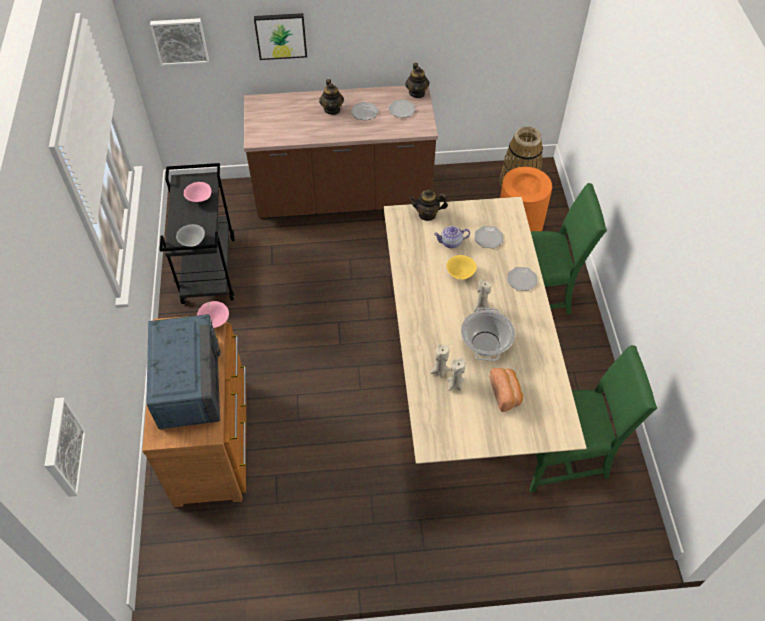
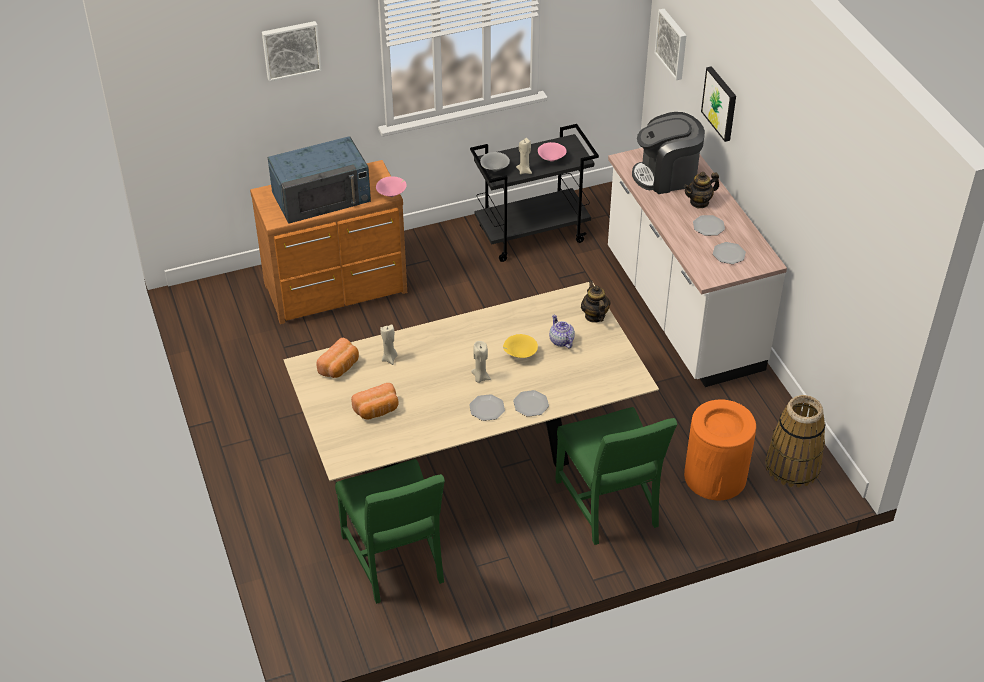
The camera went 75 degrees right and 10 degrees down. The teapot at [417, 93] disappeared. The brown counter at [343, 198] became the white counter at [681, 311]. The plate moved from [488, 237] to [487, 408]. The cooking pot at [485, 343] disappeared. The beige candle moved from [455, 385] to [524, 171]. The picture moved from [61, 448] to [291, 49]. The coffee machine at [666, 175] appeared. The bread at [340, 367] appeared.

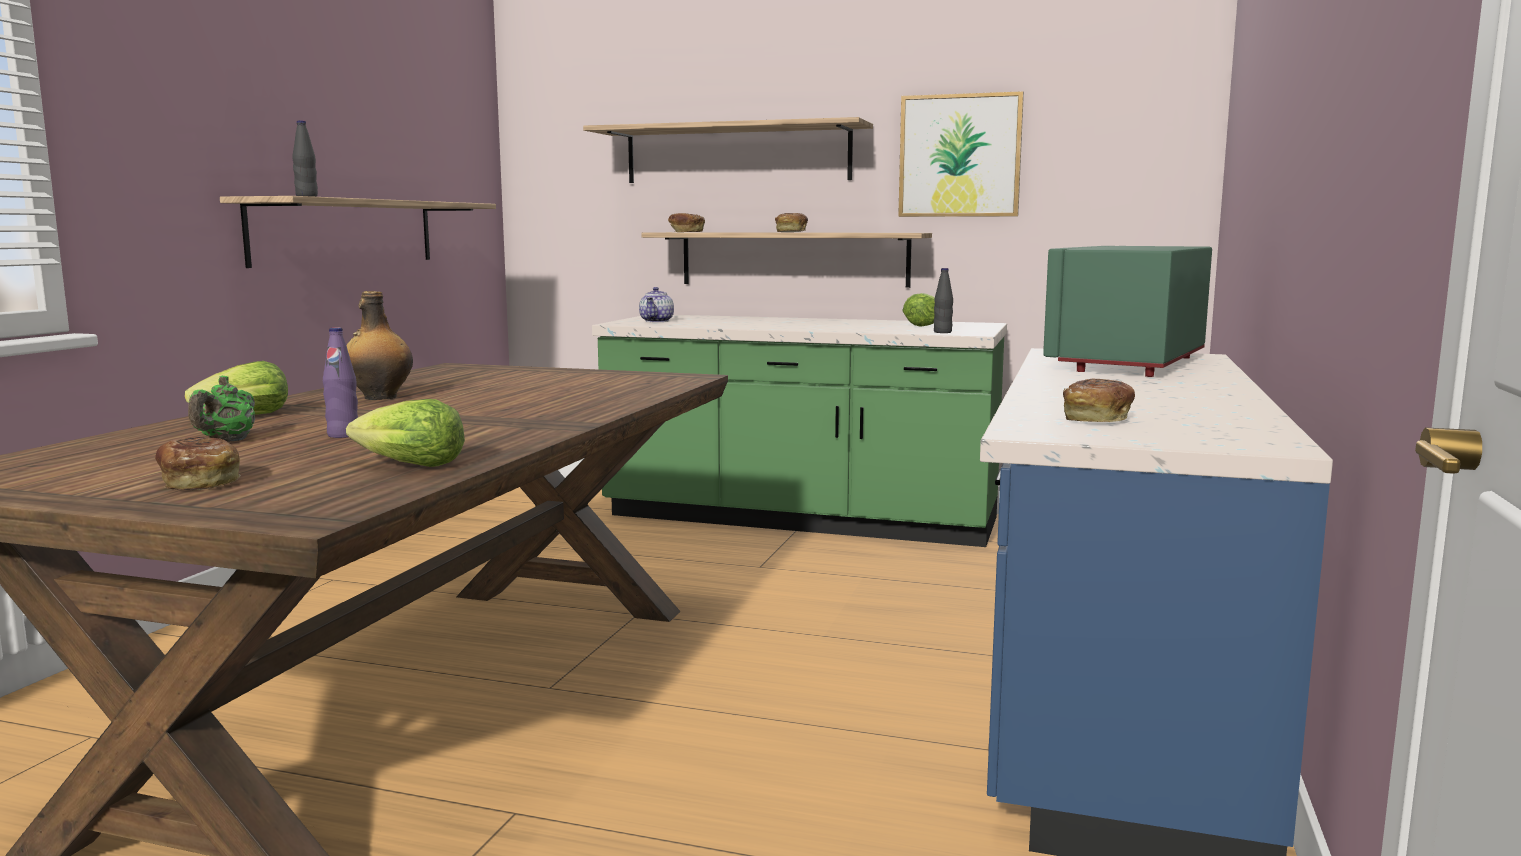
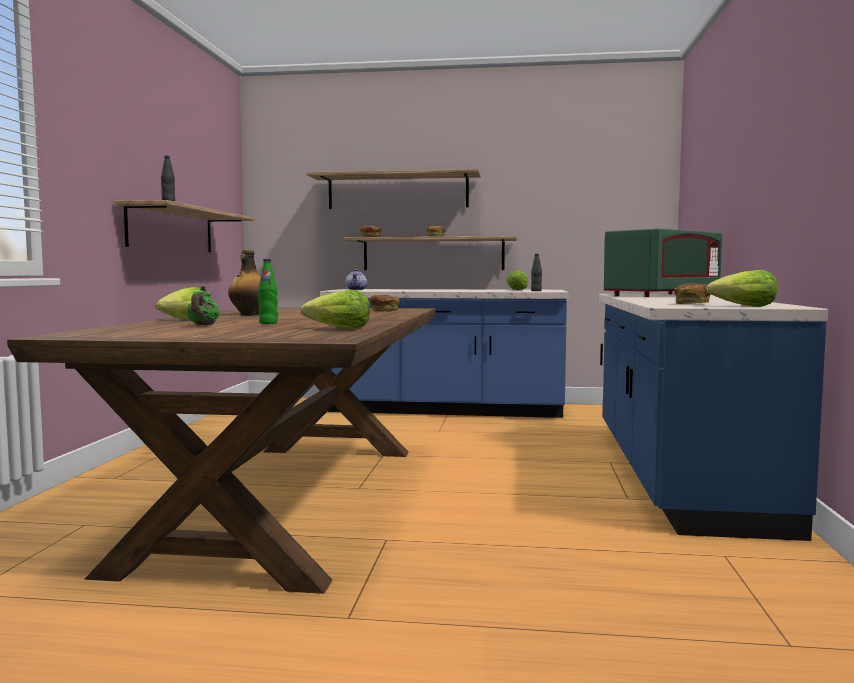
The camera went 10 degrees left and 5 degrees down. The picture at [960, 156] disappeared. The green microwave at [1126, 363] turned 150 degrees counterclockwise. The green counter at [800, 519] became the blue counter at [445, 409]. The purple bottle at [343, 435] became the green bottle at [268, 323]. The bread moved from [200, 483] to [383, 311]. The lettuce at [744, 306] appeared.

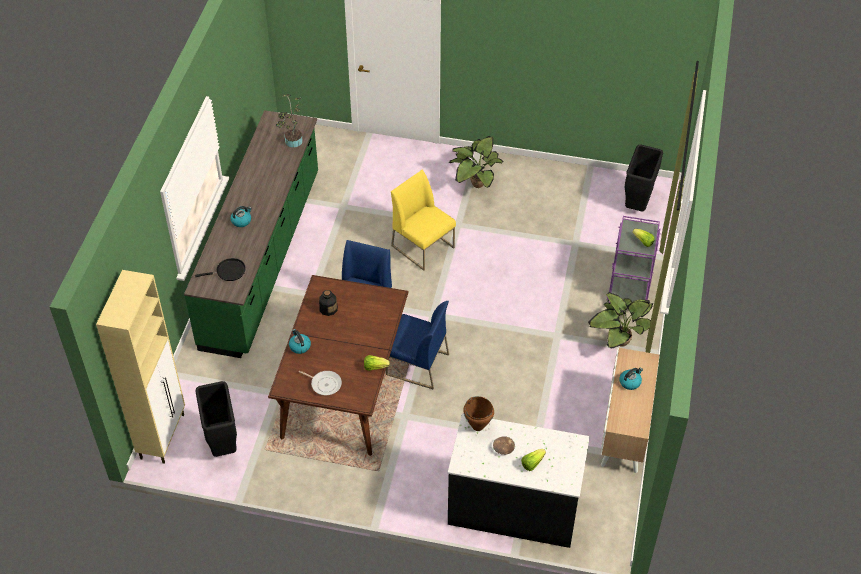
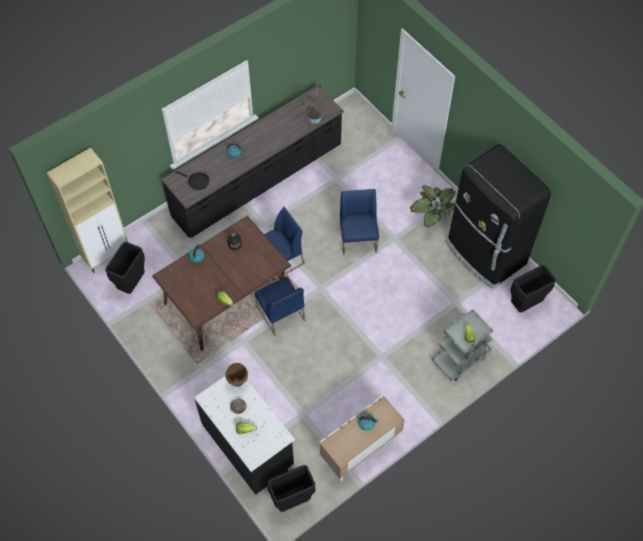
The camera went 40 degrees right and 10 degrees up. The green counter at [262, 259] became the black counter at [258, 182]. The yellow chair at [423, 246] became the blue chair at [358, 239]. The purple cart at [629, 287] became the grey cart at [460, 358]. The potted plant at [619, 340] disappeared. The frying pan at [324, 384] disappeared. The black fridge at [484, 254] appeared. The black trash can at [292, 501] appeared.

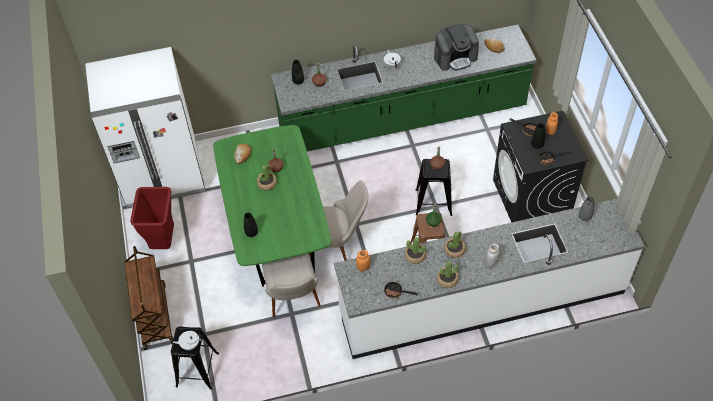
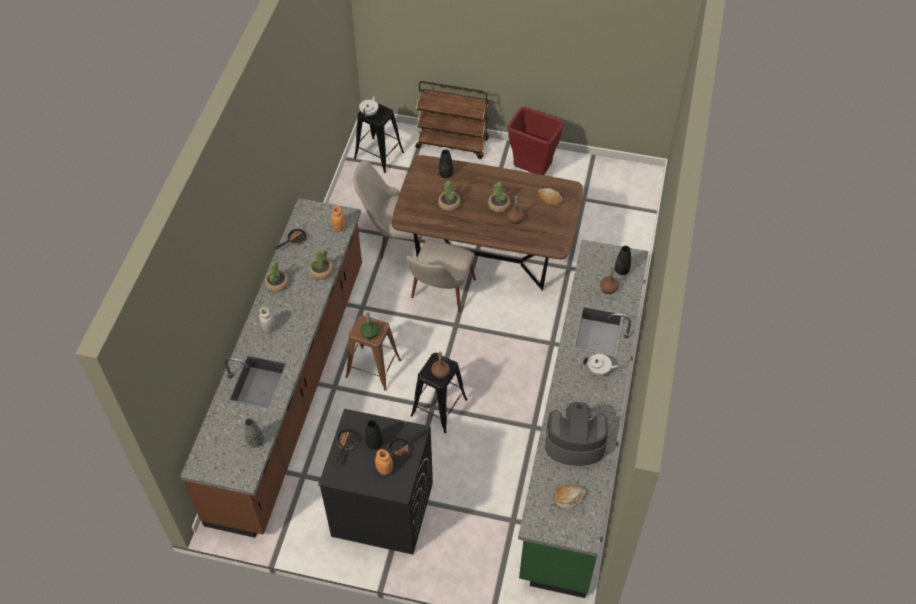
The camera went 115 degrees right and 0 degrees up. The coffee machine at [455, 57] turned 90 degrees clockwise. The white fridge at [162, 175] disappeared. The green dining table at [277, 233] became the brown dining table at [486, 257]. The white counter at [481, 302] became the brown counter at [291, 388]. The potted plant moved from [454, 250] to [449, 204].

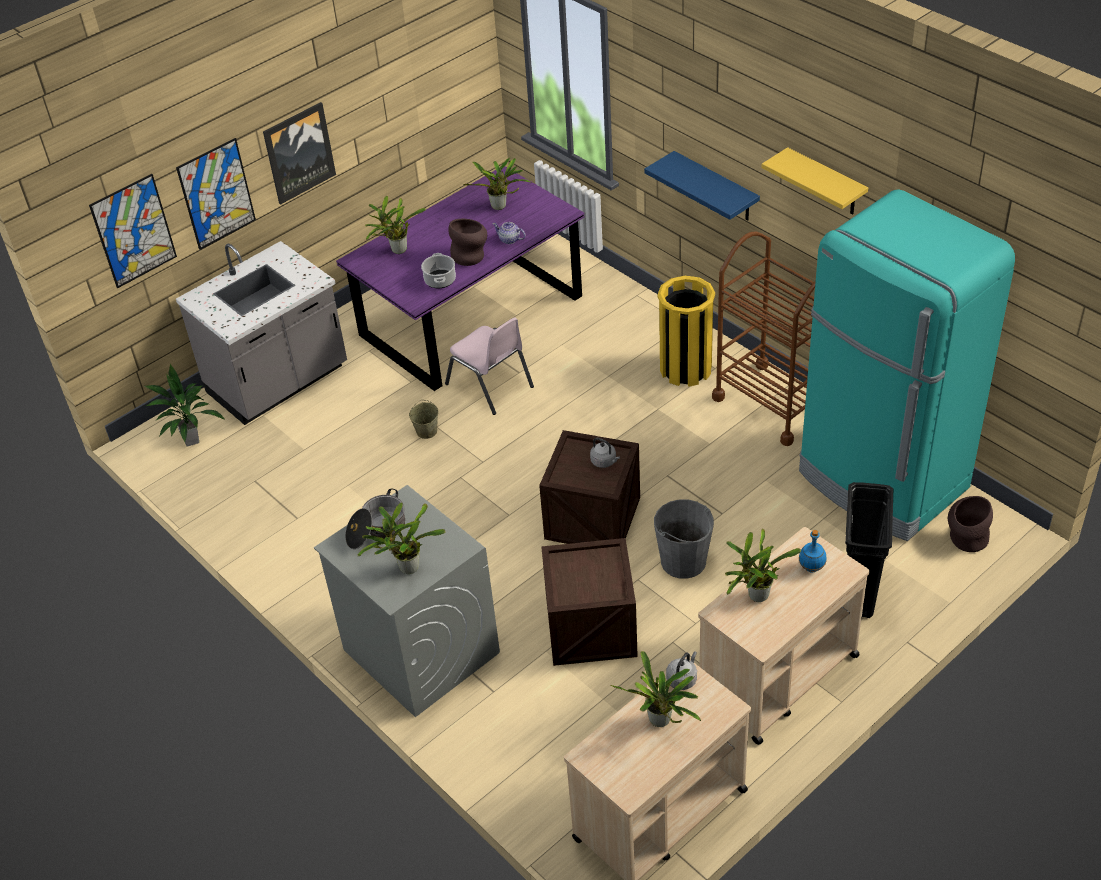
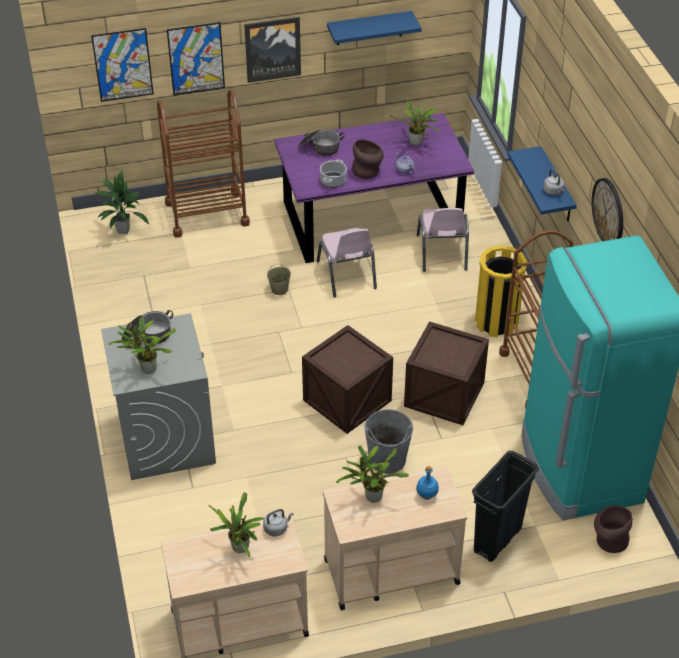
The camera went 25 degrees right and 0 degrees up. The yellow shelf at [825, 183] was replaced by the wall clock at [608, 212]. The potted plant at [397, 251] was replaced by the cooking pot at [320, 148]. The grey counter at [279, 382] was replaced by the brown cart at [207, 213]. The grey kettle moved from [604, 462] to [554, 191]. The crate moved from [591, 628] to [444, 394]. The blue shelf at [369, 28] appeared. The pink chair at [442, 253] appeared.

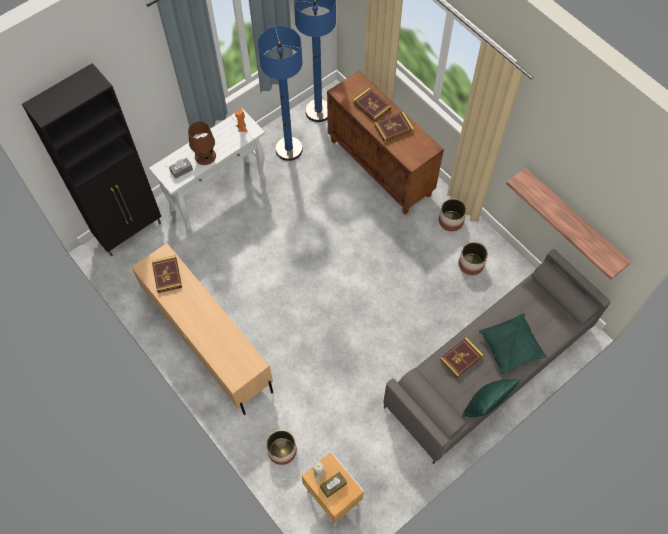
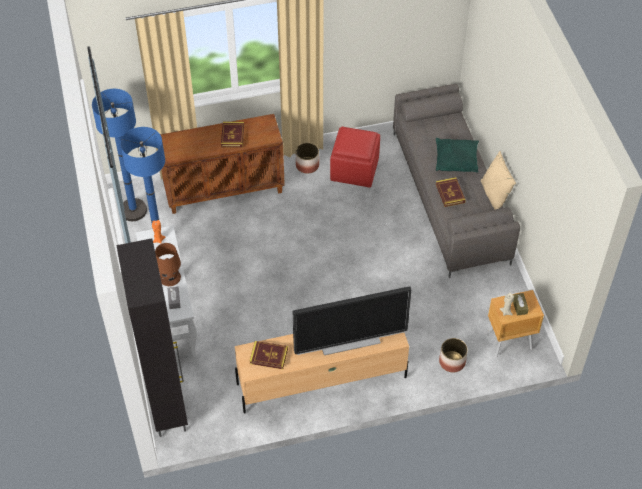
The camera went 65 degrees left and 10 degrees down. The book at [371, 106] disappeared. The shelf at [573, 220] disappeared. The planter at [471, 264] was replaced by the red ottoman at [355, 169]. The green pillow at [485, 404] became the beige pillow at [494, 195]. The television at [350, 341] appeared.

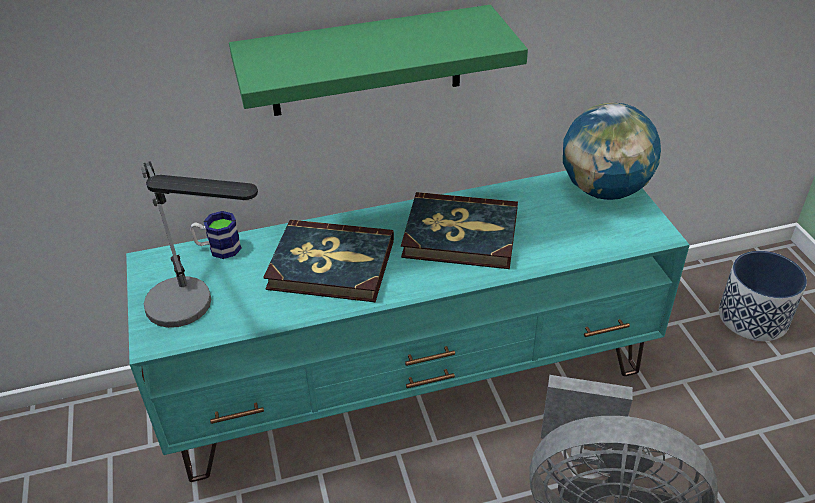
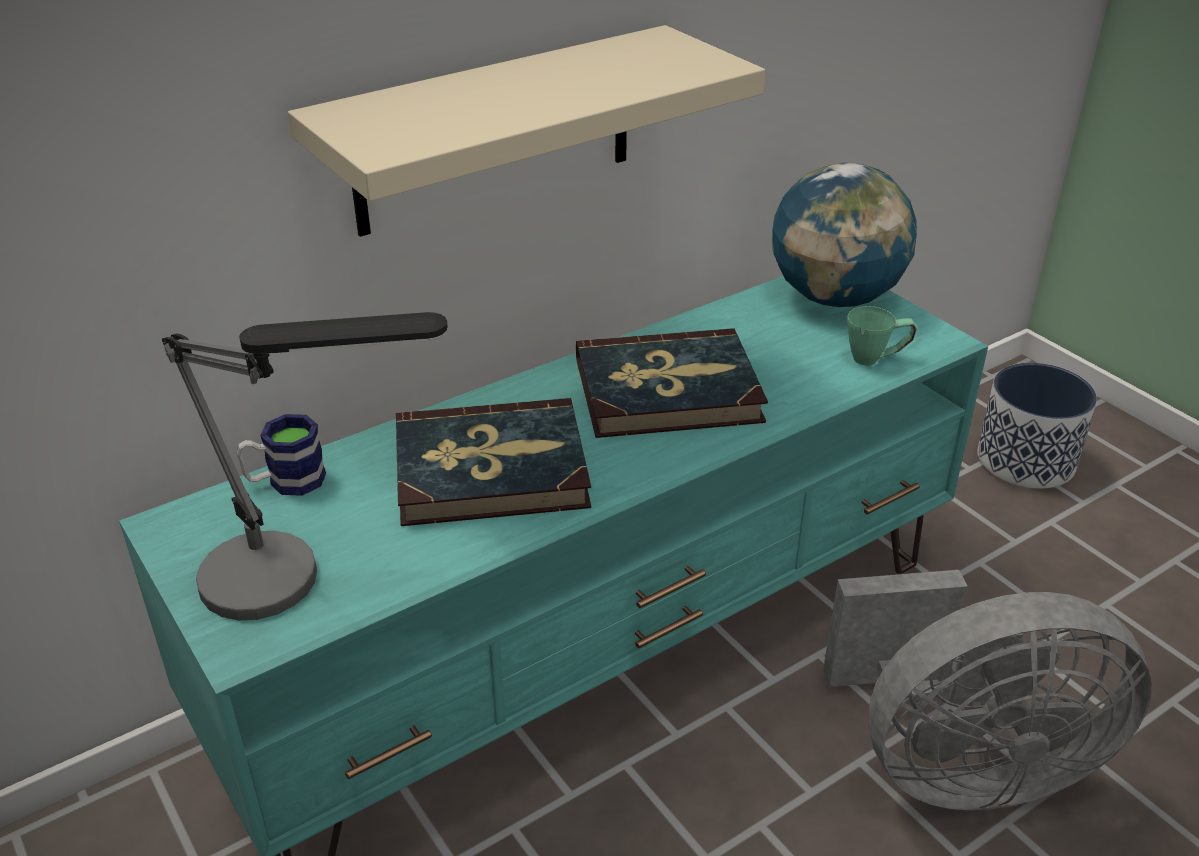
The camera went 20 degrees left and 5 degrees down. The green shelf at [366, 62] became the beige shelf at [495, 131]. The green mug at [876, 358] appeared.

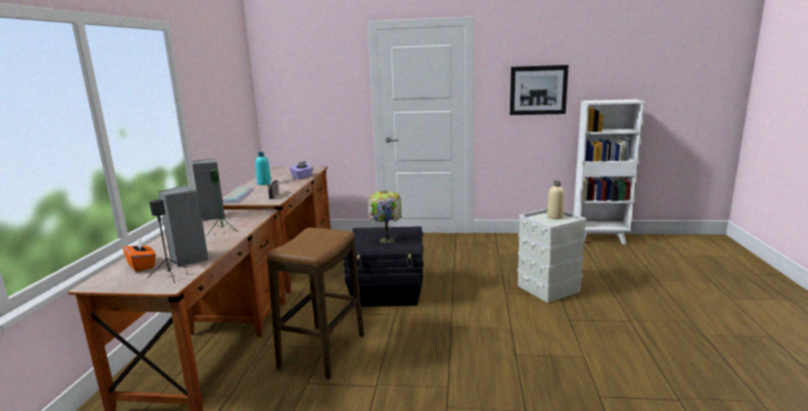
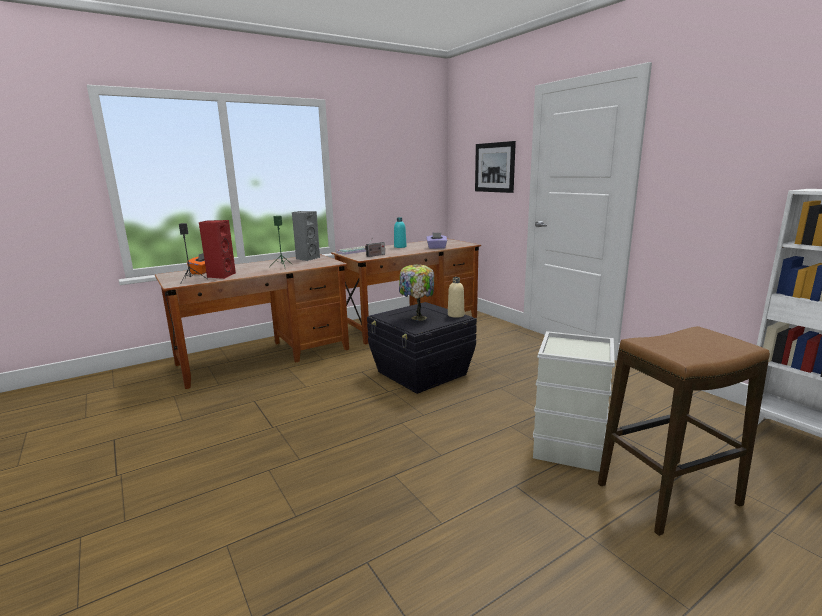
The camera went 50 degrees right and 0 degrees up. The picture moved from [538, 90] to [494, 167]. The beige bottle moved from [555, 217] to [456, 315]. The grey speaker at [189, 260] became the red speaker at [221, 276]. The stool moved from [322, 351] to [667, 495].

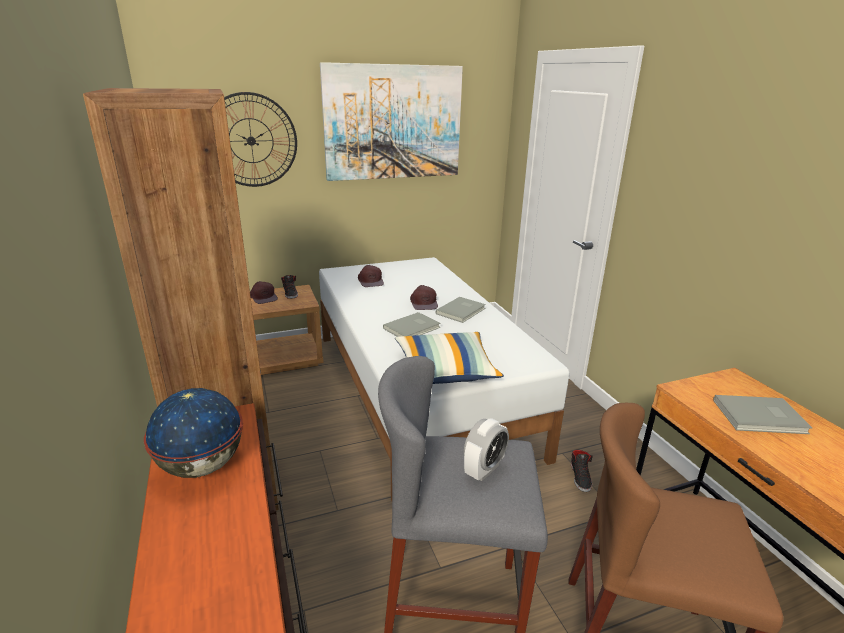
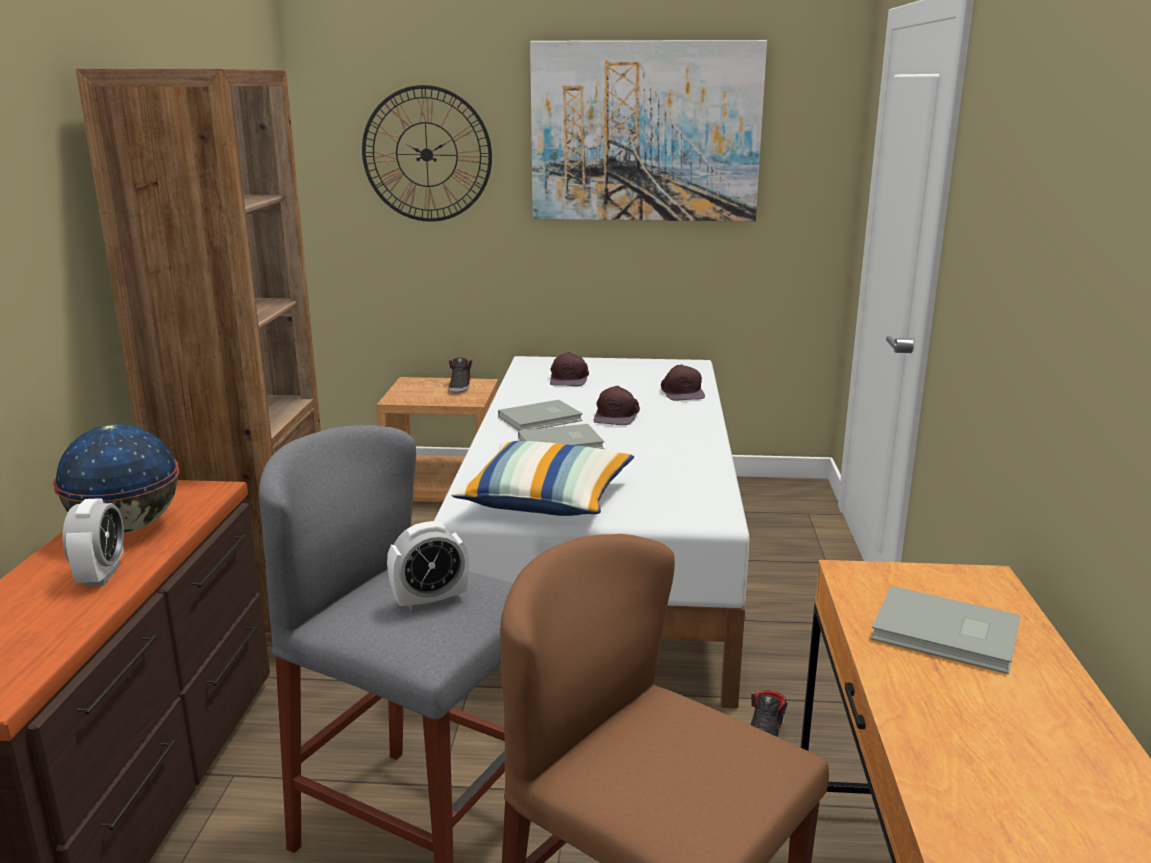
The camera went 25 degrees right and 5 degrees down. The brown cap moved from [263, 297] to [682, 392]. The grey book moved from [462, 311] to [542, 419]. The alarm clock at [101, 575] appeared.

